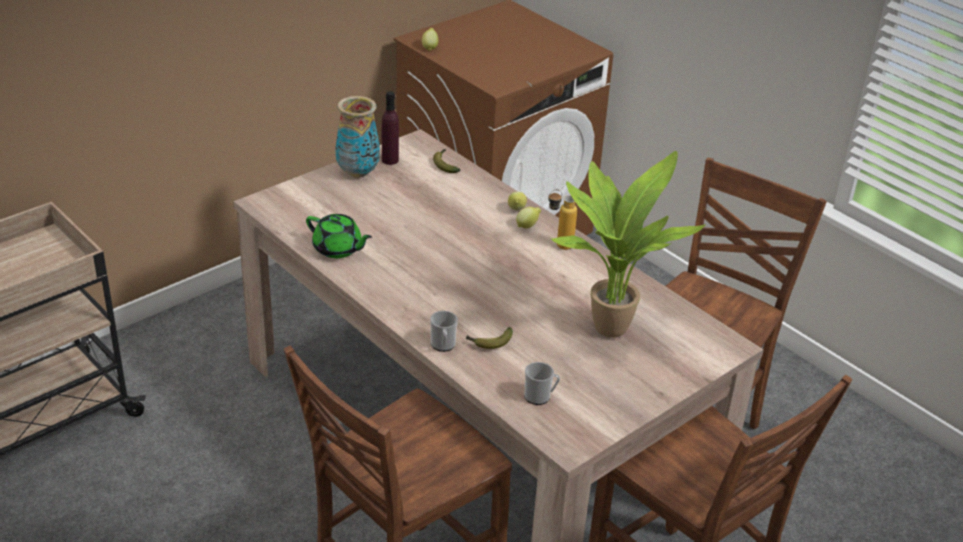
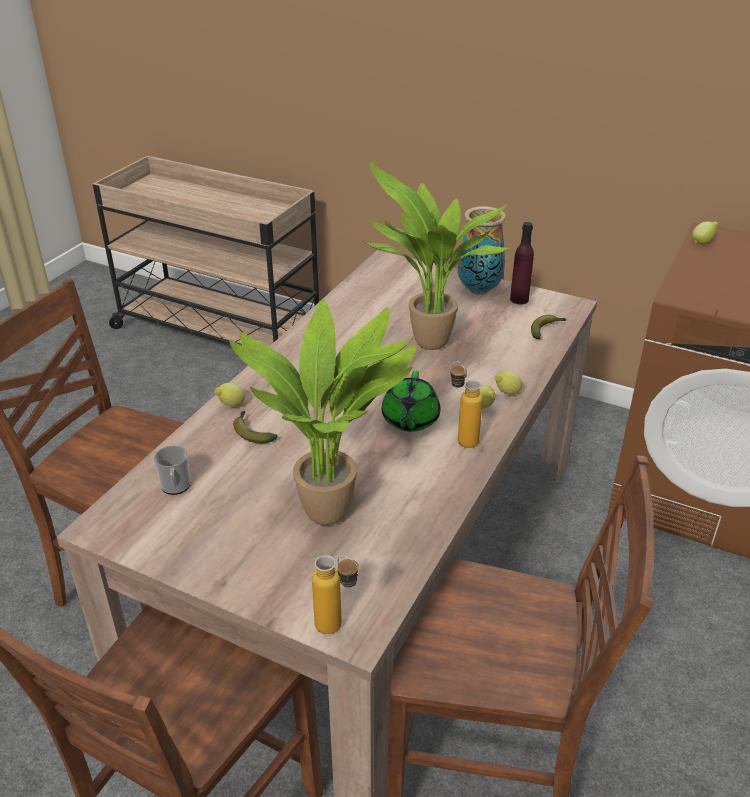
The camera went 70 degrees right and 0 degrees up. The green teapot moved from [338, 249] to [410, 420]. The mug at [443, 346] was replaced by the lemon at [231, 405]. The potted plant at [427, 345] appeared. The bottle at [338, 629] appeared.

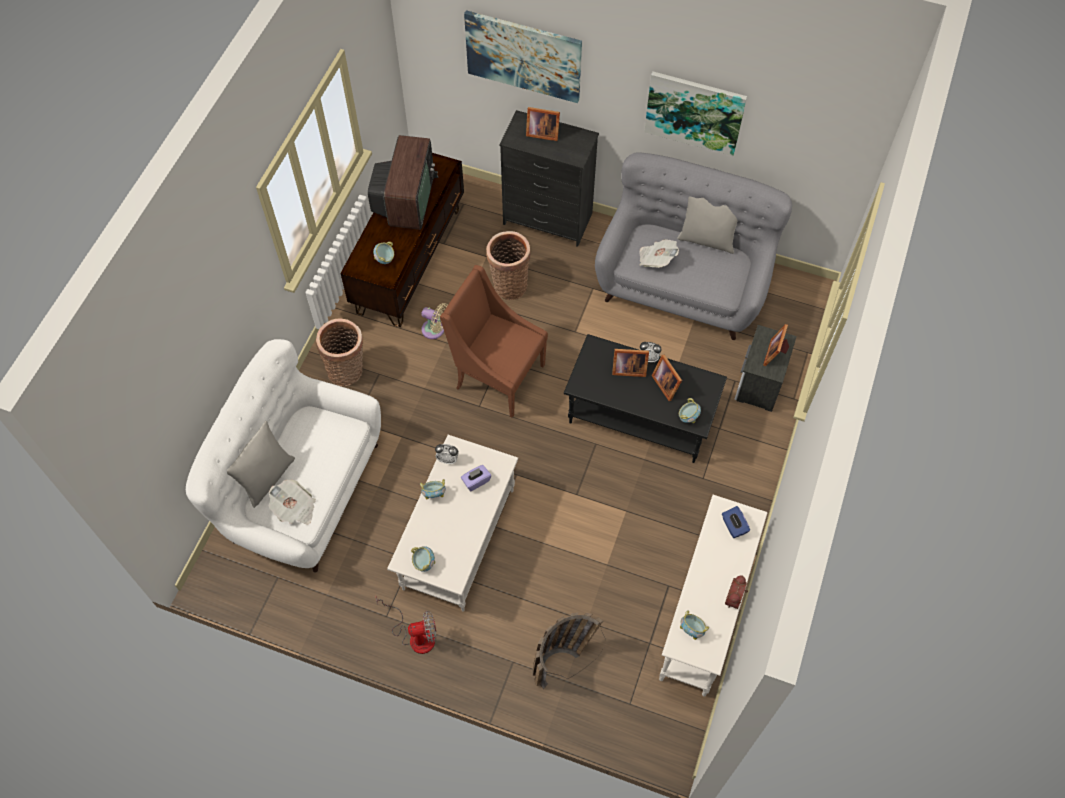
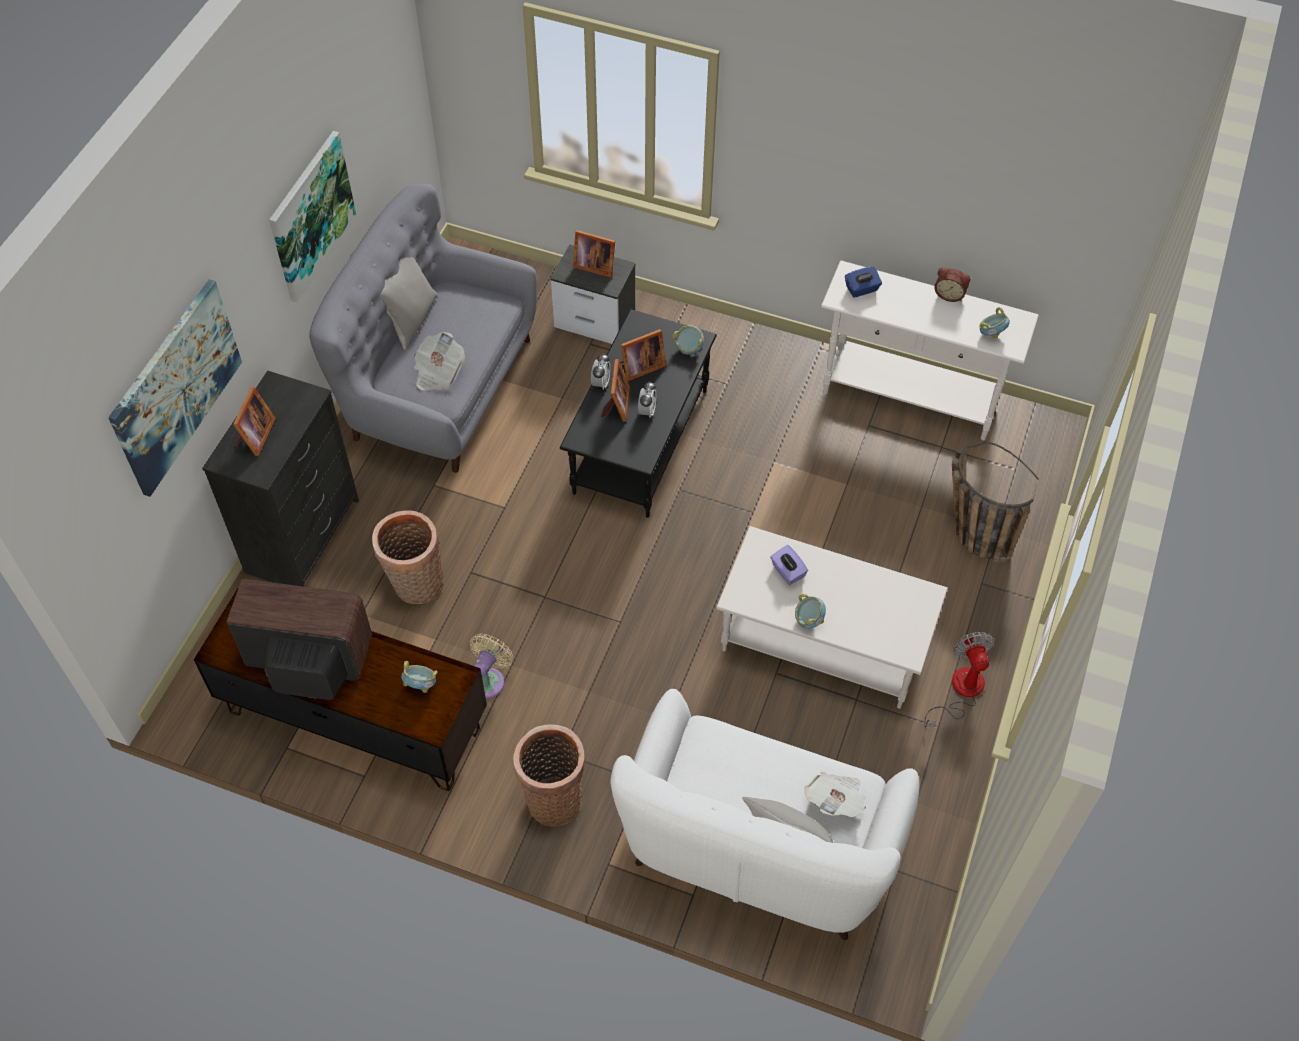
The camera went 90 degrees left and 5 degrees down. The brown armchair at [497, 376] disappeared. The alarm clock moved from [447, 459] to [647, 411]. The bowl at [423, 563] disappeared.

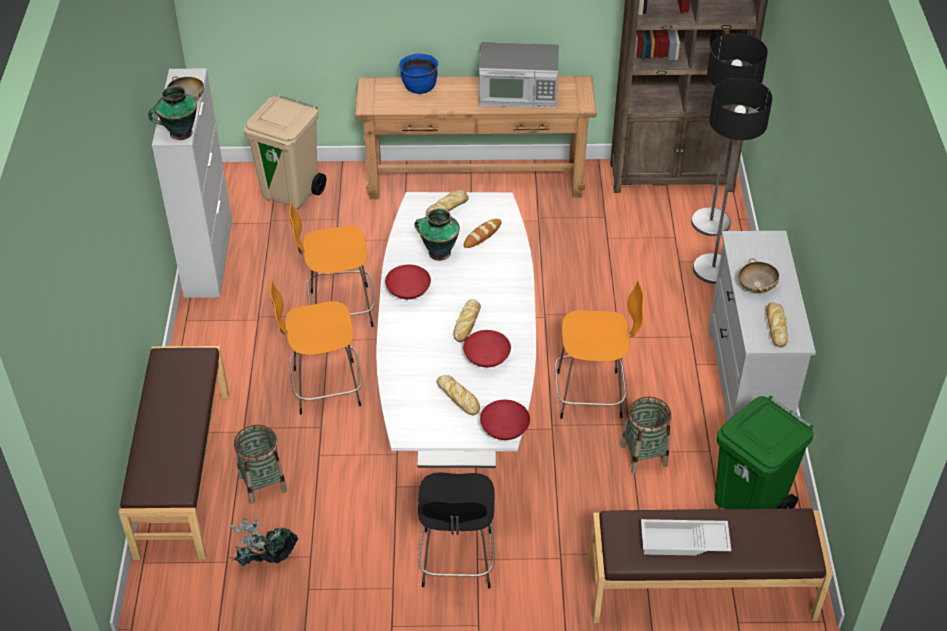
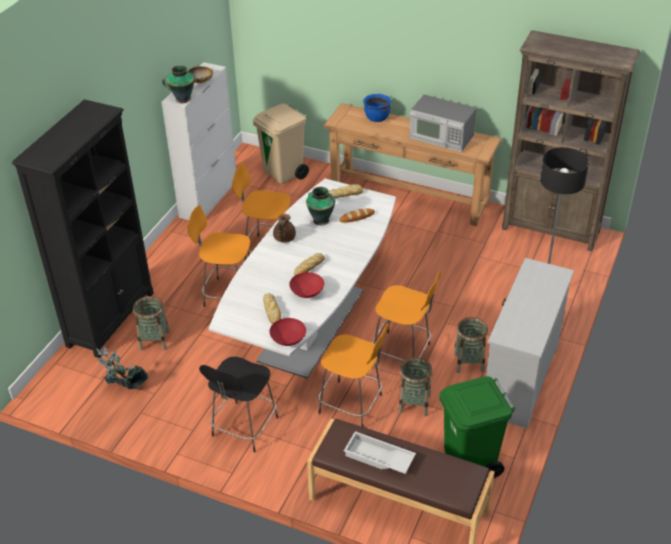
The camera went 25 degrees right and 5 degrees down. The floor lamp at [710, 222] disappeared. The beige bowl at [756, 286] disappeared. The red bowl at [407, 292] was replaced by the brown teapot at [284, 238]. The bread at [775, 326] disappeared. The brown bench at [182, 473] was replaced by the black bookcase at [111, 319]. The basket at [469, 362] appeared. The orange stool at [352, 405] appeared.

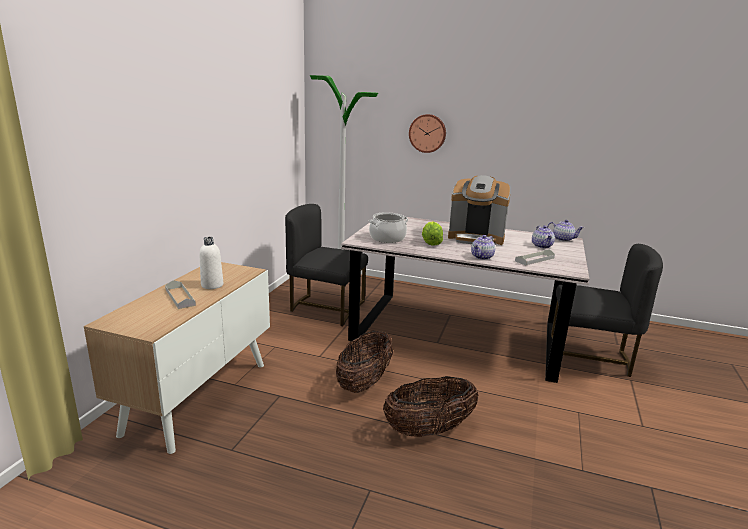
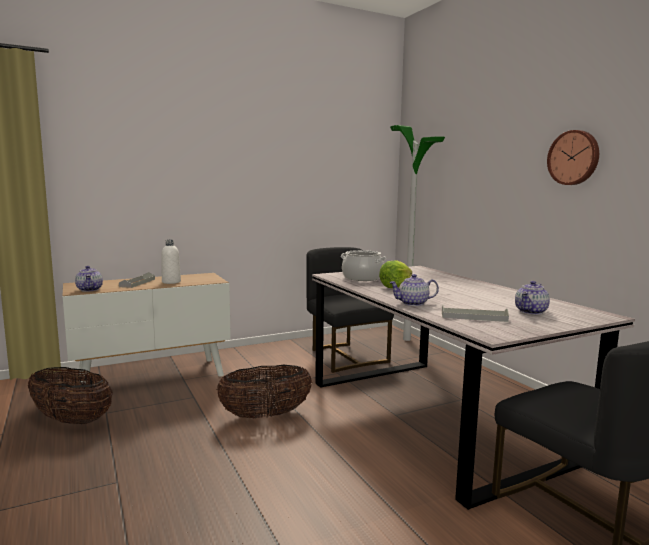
The camera went 45 degrees right and 10 degrees down. The wall clock moved from [427, 133] to [574, 158]. The coffee machine at [476, 238] disappeared. The teapot moved from [563, 239] to [90, 289]. The basket moved from [429, 430] to [72, 420].

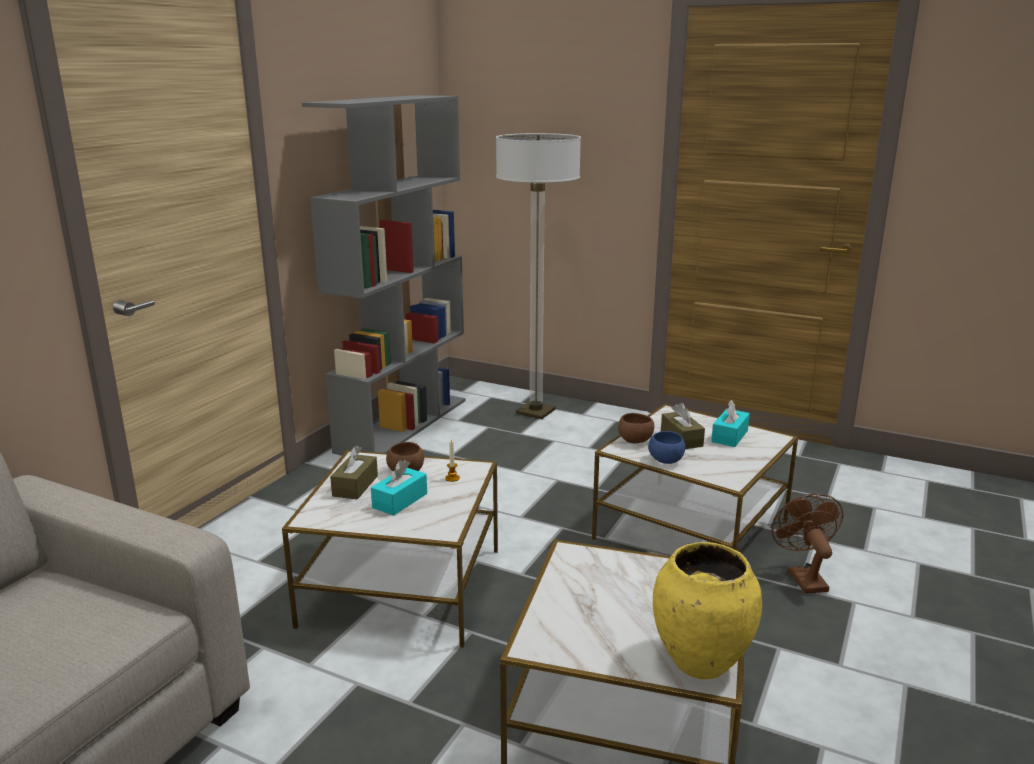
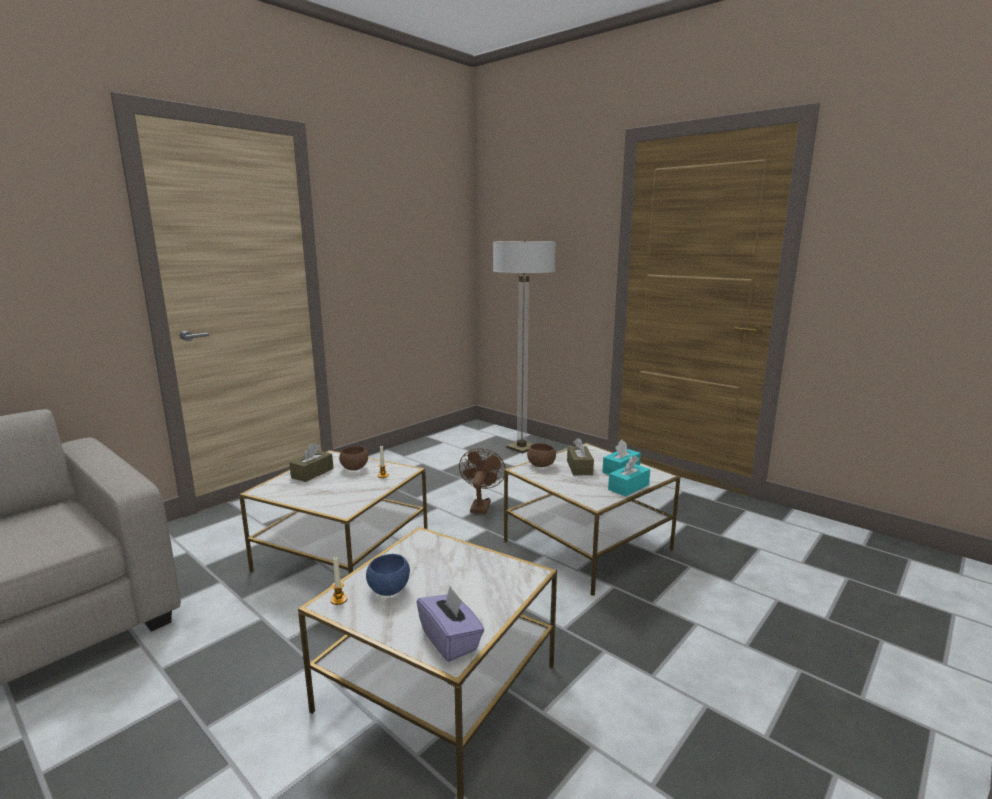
The camera went 15 degrees right and 5 degrees down. The grey bookcase at [403, 424] disappeared. The blue bowl moved from [665, 461] to [388, 590]. The turquoise tissue box moved from [400, 501] to [628, 487]. The brown fan moved from [803, 577] to [481, 505]. The yellow vase at [699, 662] was replaced by the purple tissue box at [450, 640]. The candle at [339, 599] appeared.

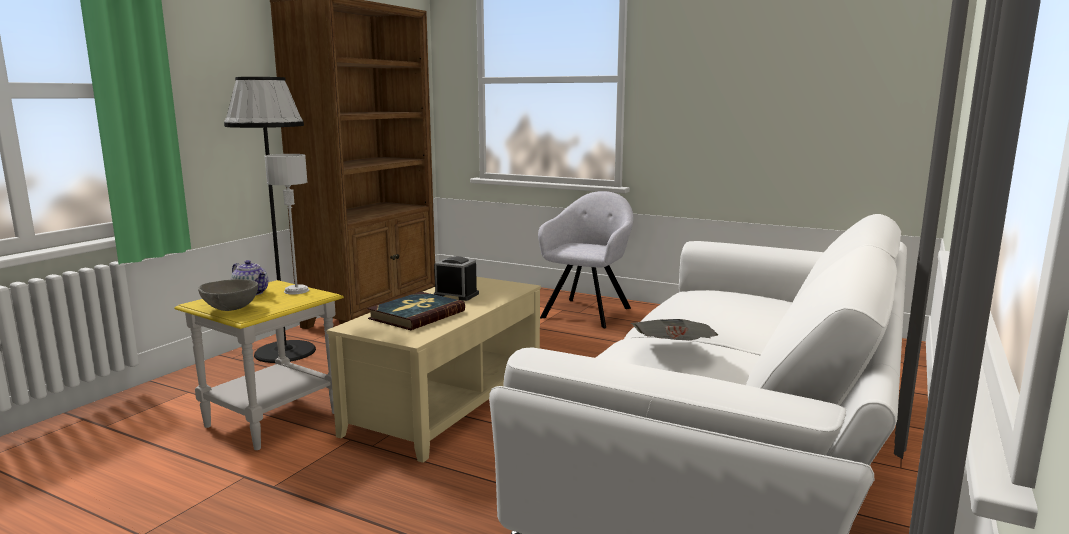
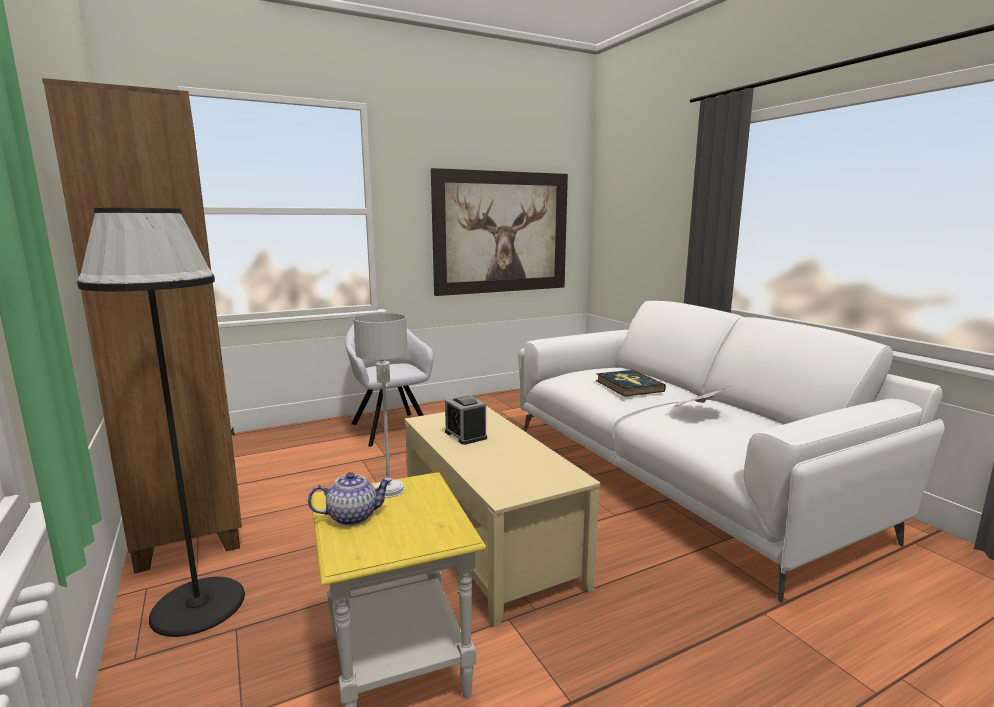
The camera went 55 degrees left and 0 degrees up. The alarm clock at [456, 295] turned 90 degrees counterclockwise. The grey bowl at [231, 309] disappeared. The book moved from [416, 315] to [628, 386]. The picture at [502, 232] appeared.

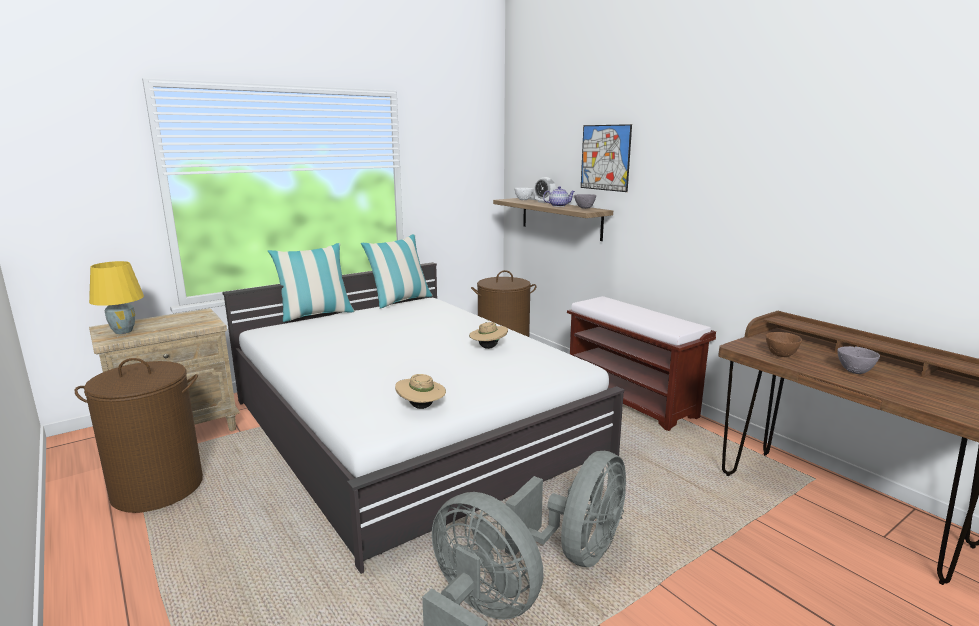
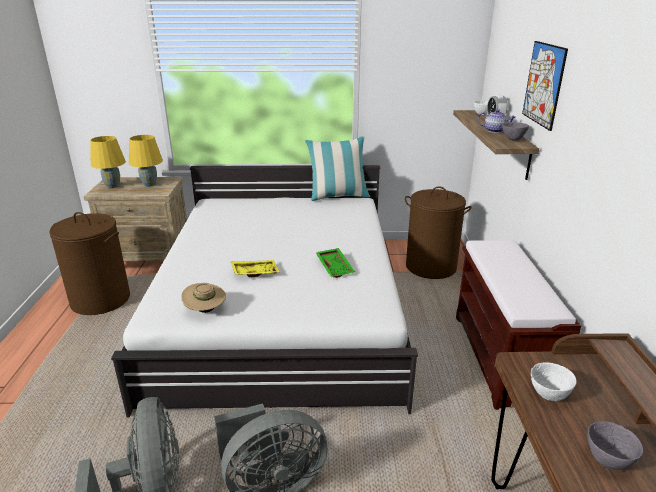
The camera went 35 degrees right and 10 degrees up. The pillow at [316, 315] disappeared. The beige hat at [488, 347] was replaced by the green tray at [335, 267]. The brown bowl at [781, 355] became the white bowl at [549, 395]. The yellow table lamp at [149, 185] appeared. The yellow tray at [255, 272] appeared.

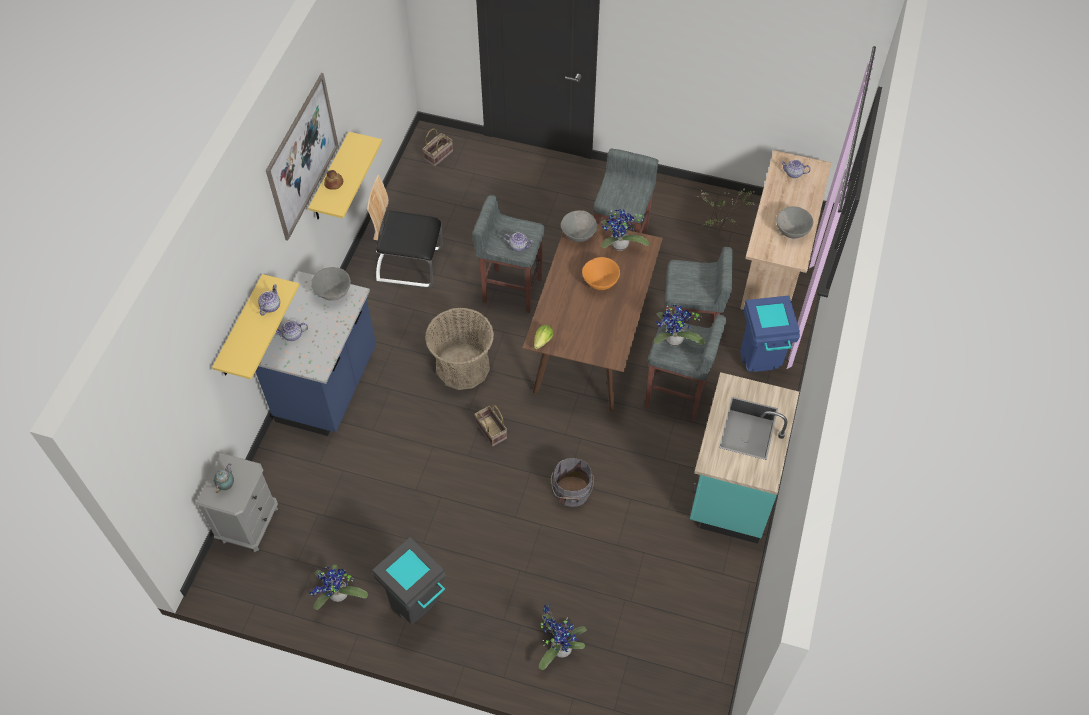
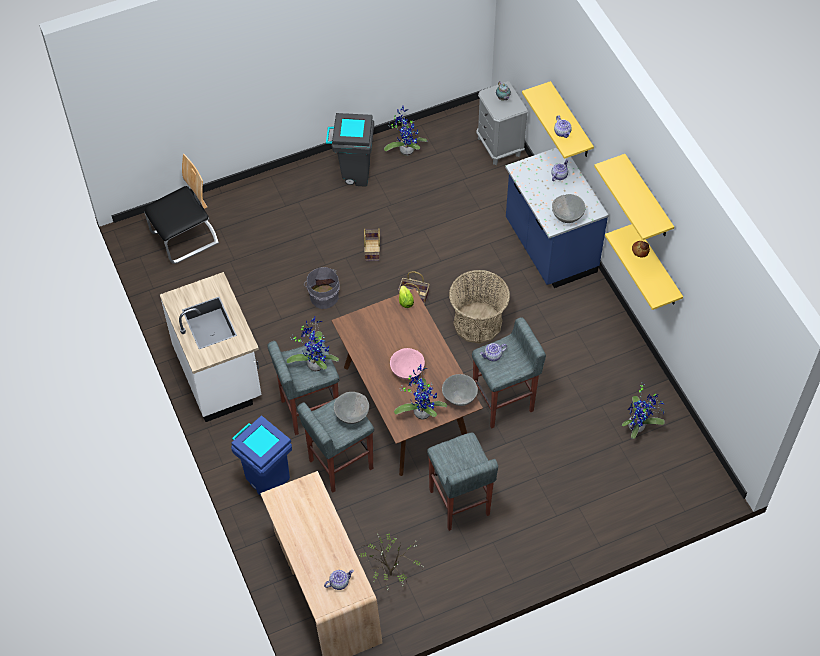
The camera went 140 degrees right and 0 degrees up. The picture at [303, 157] was replaced by the yellow shelf at [647, 198]. The basket moved from [438, 155] to [372, 251]. The chair moved from [409, 264] to [185, 238]. The grey bowl moved from [791, 232] to [352, 415]. The orange bowl at [600, 283] became the pink bowl at [407, 372]. The turquoise counter at [732, 486] became the white counter at [219, 374]. The potted plant moved from [559, 647] to [638, 426].

